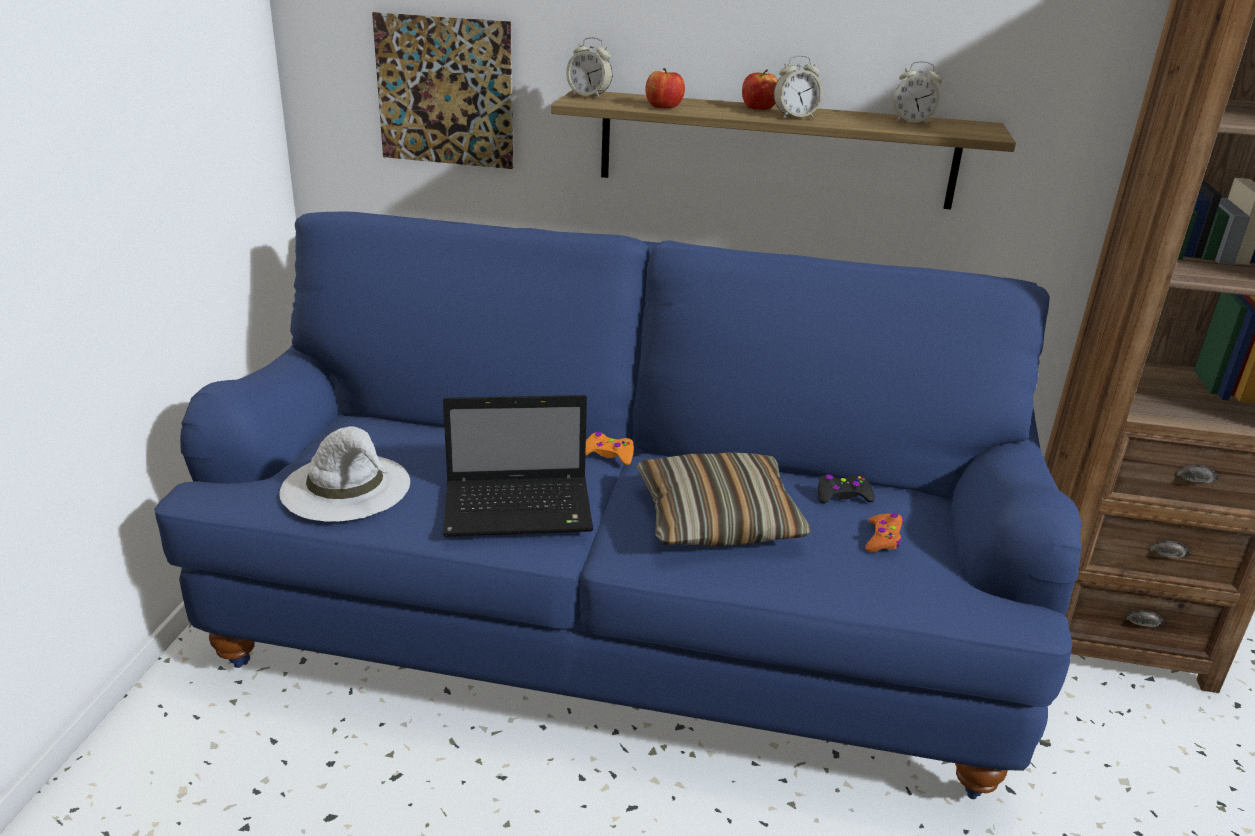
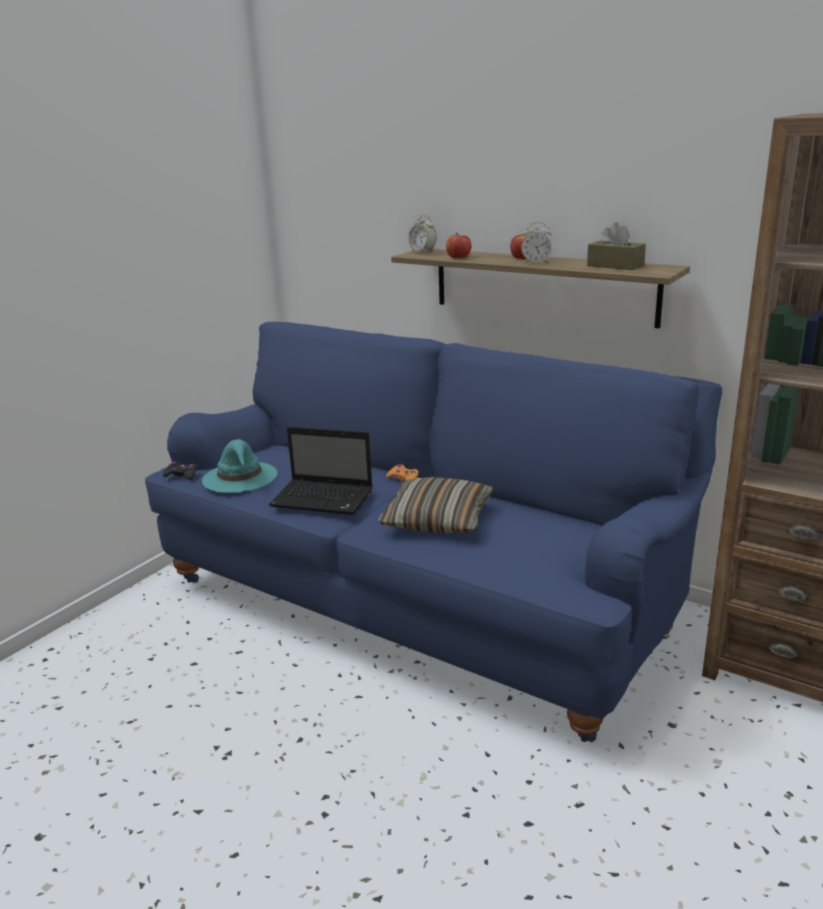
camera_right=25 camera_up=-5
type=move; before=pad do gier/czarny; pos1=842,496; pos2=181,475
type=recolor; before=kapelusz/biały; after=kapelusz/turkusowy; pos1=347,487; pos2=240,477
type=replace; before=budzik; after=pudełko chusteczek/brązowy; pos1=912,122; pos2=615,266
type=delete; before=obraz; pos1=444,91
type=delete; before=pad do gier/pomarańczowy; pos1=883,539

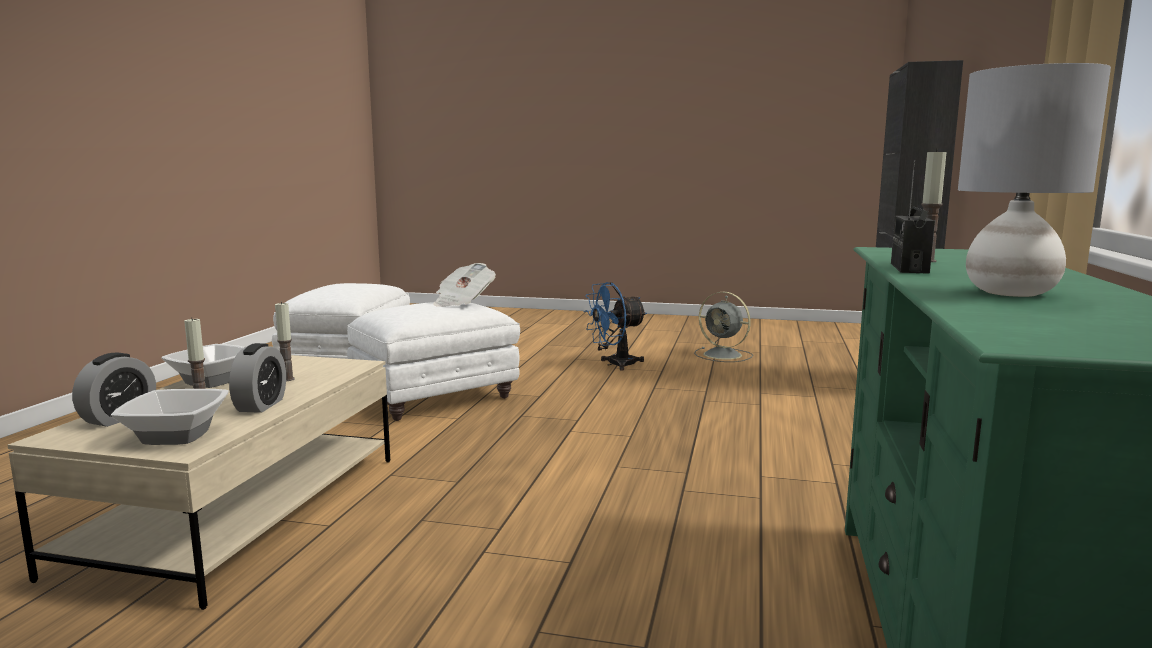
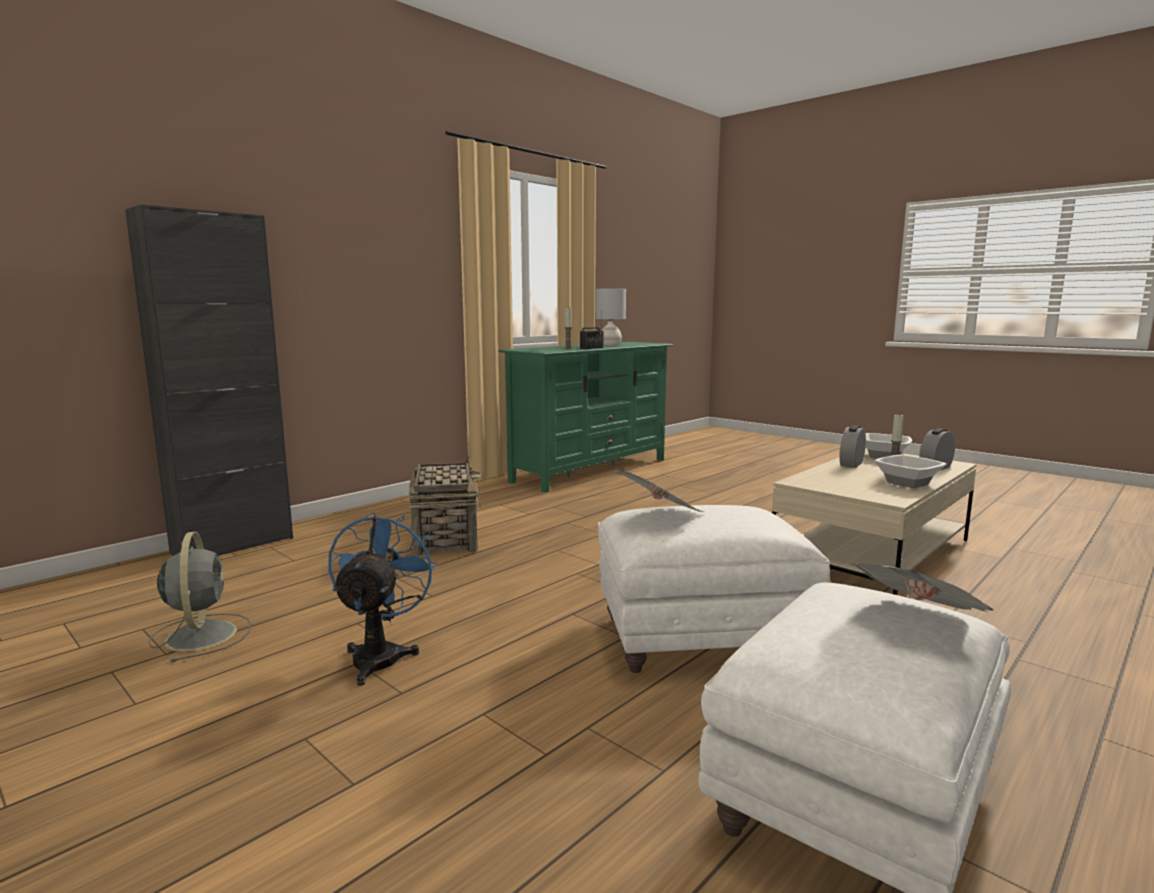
camera_right=-150 camera_up=0
type=rotate; before=wentylator/niebieski; pos1=615,364; pos2=381,655; turn=-90
type=insert; after=koszyk; pos2=446,537
type=insert; after=gazeta; pos2=918,622
type=delete; before=świeca; pos1=287,379

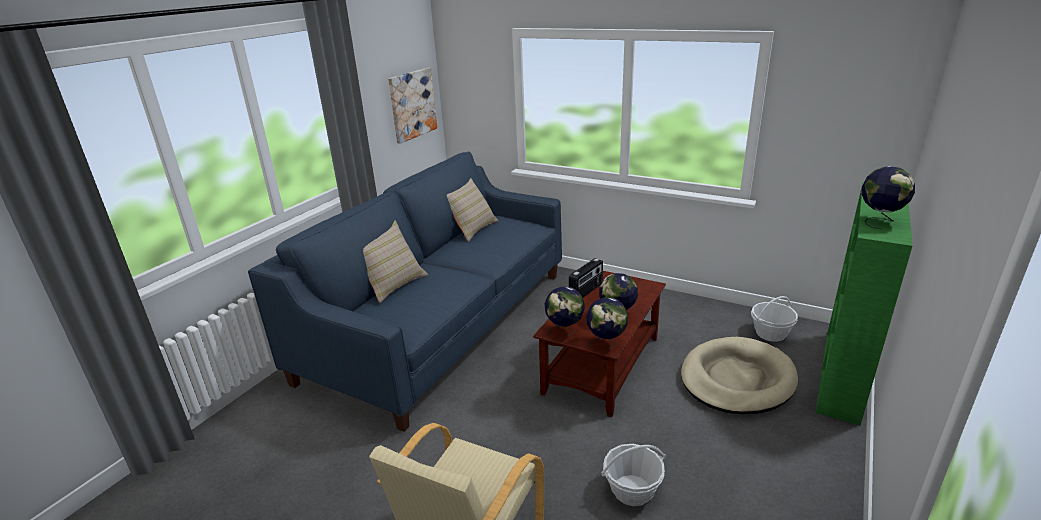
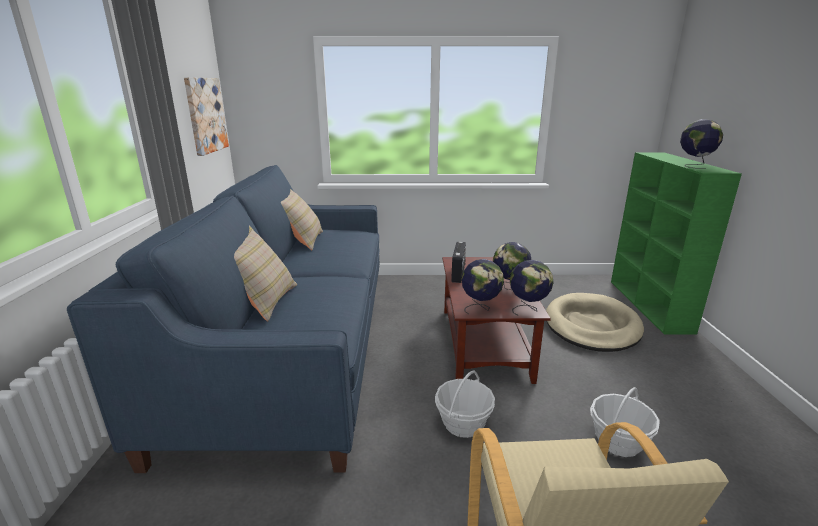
camera_right=-30 camera_up=-5
type=move; before=koszyk; pos1=770,333; pos2=463,423

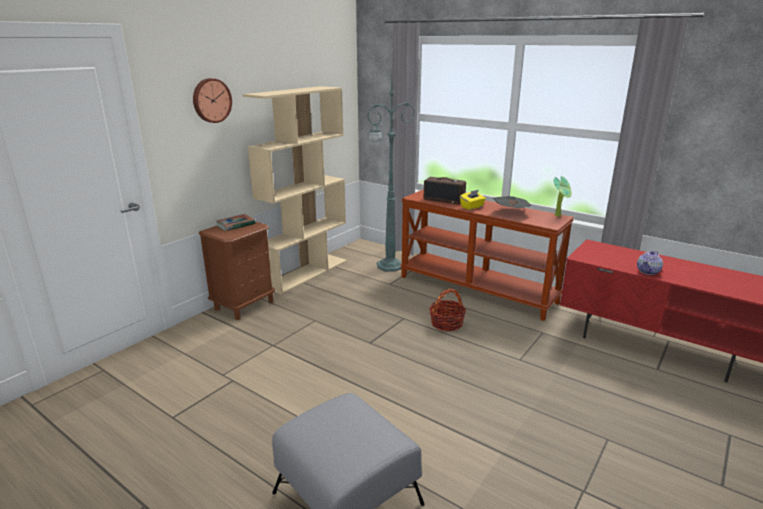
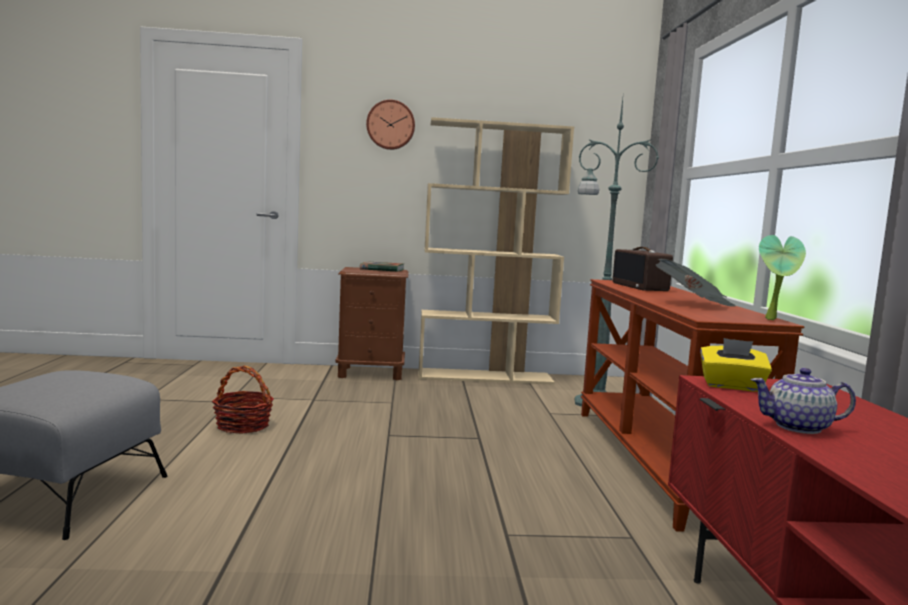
camera_right=50 camera_up=-15
type=move; before=koszyk; pos1=446,323; pos2=243,426
type=move; before=pudełko chusteczek/żółty; pos1=472,207; pos2=732,386

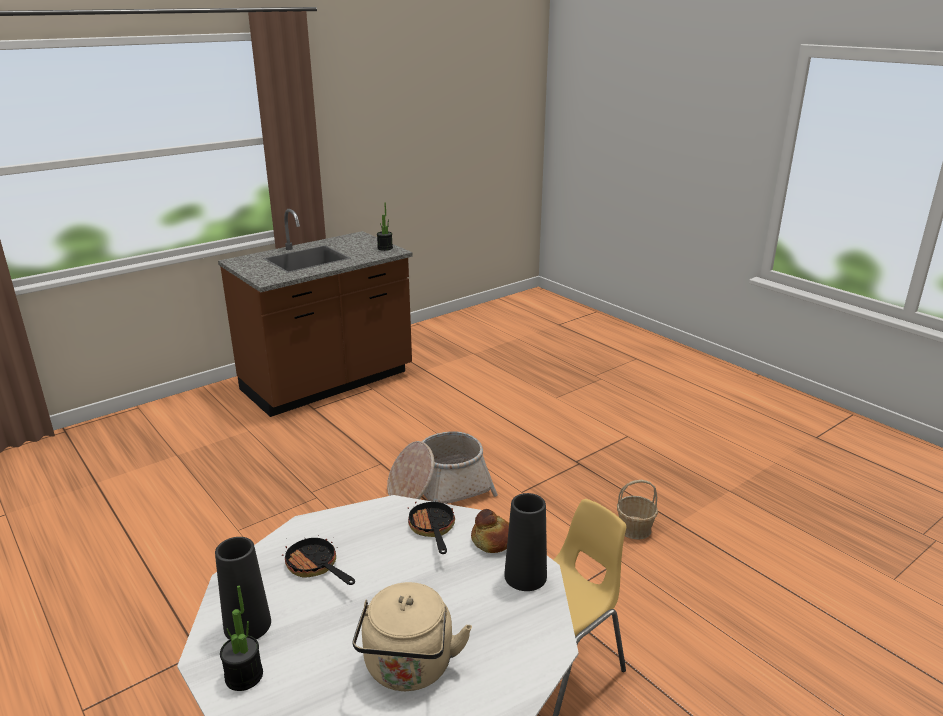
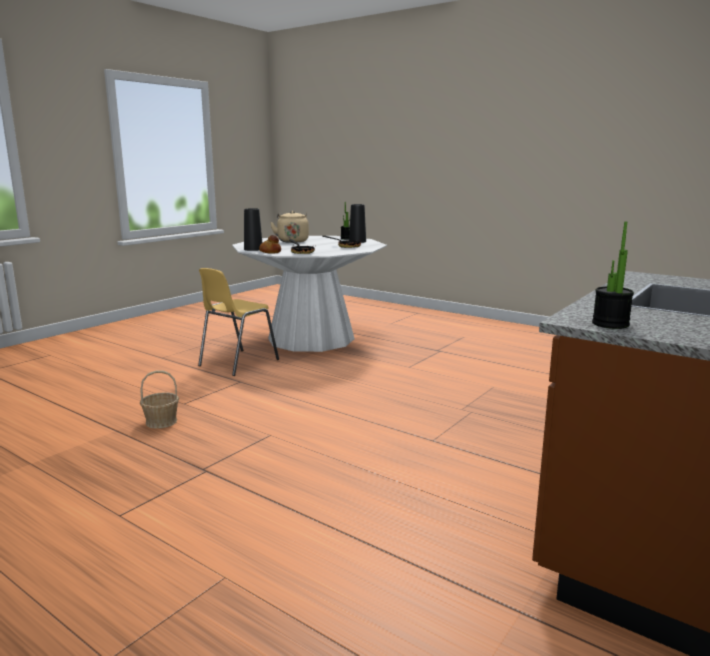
camera_right=165 camera_up=-10
type=delete; before=koszyk; pos1=439,490

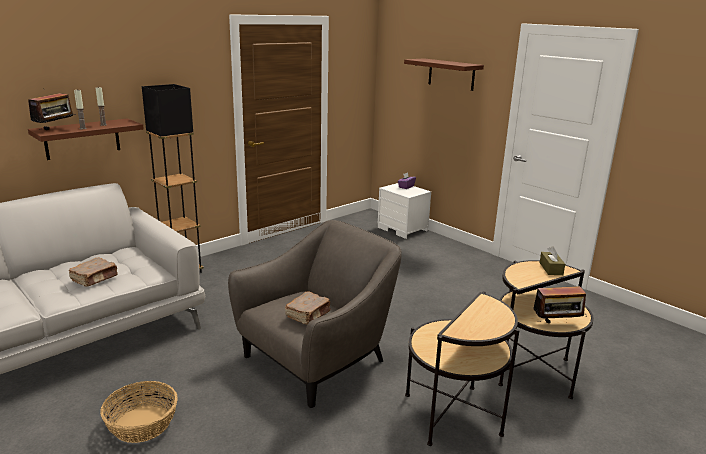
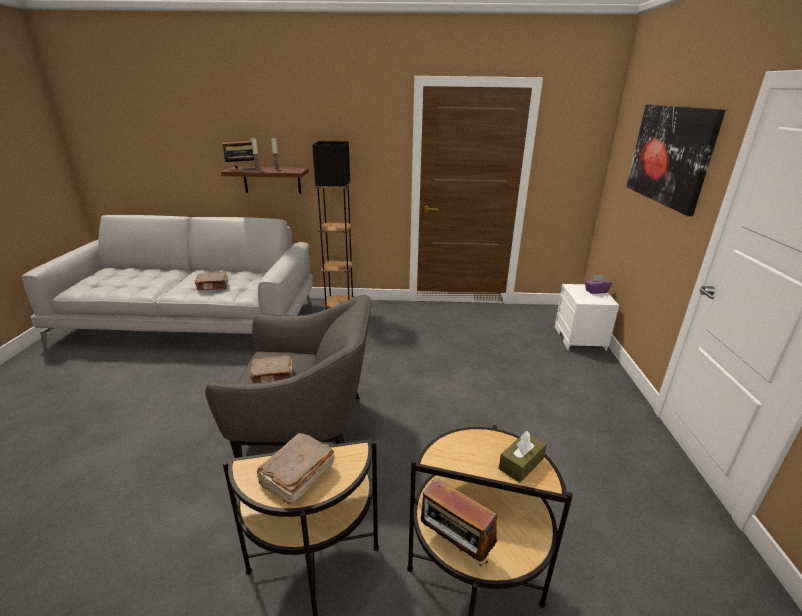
camera_right=45 camera_up=5
type=insert; after=książka/brązowy; pos2=297,476
type=replace; before=półka/brązowy; after=obraz; pos1=451,74; pos2=670,155
type=delete; before=koszyk; pos1=141,424

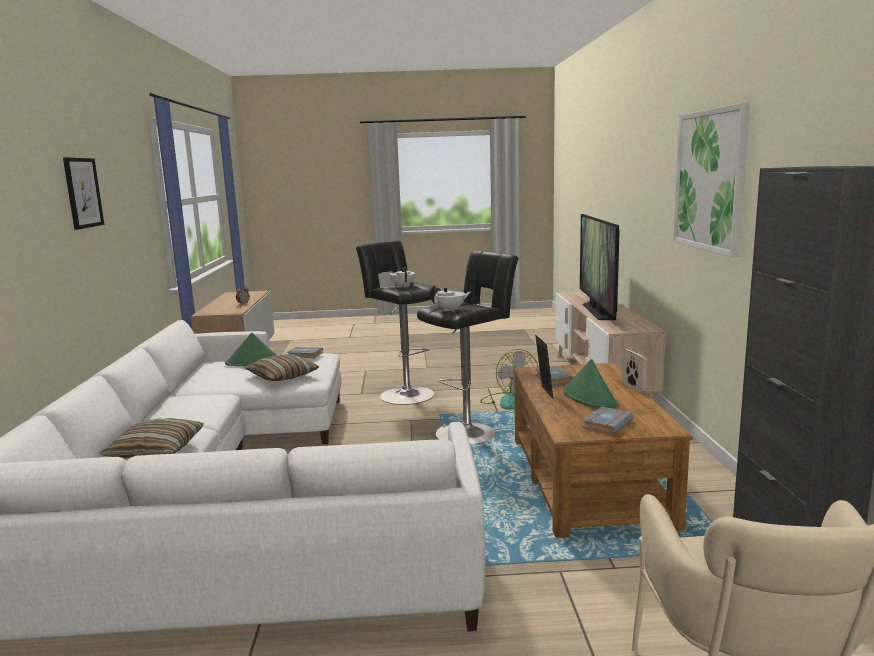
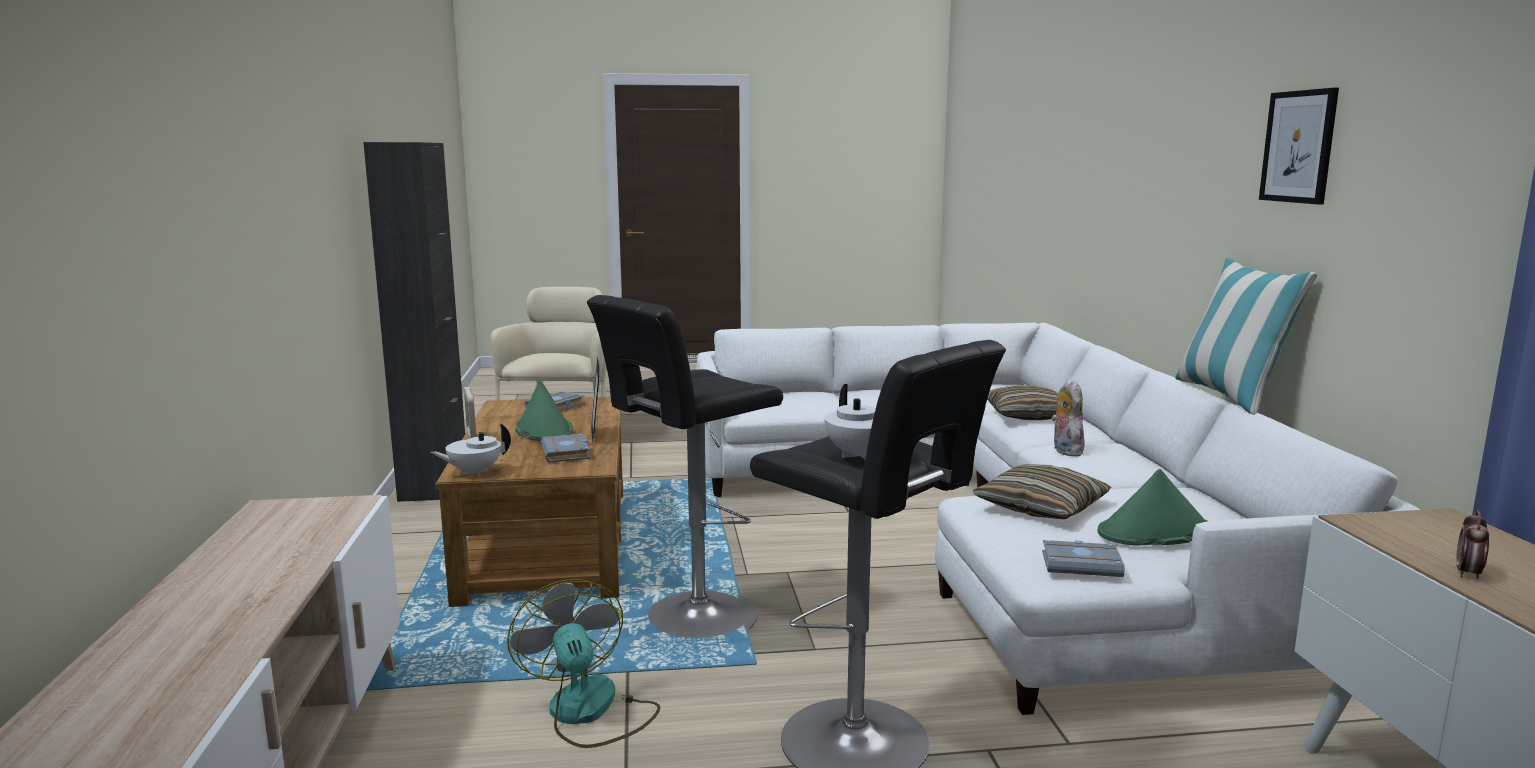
camera_right=175 camera_up=0
type=move; before=imbryk/biały; pos1=451,310; pos2=474,472
type=insert; after=pluszak; pos2=1064,450
type=insert; after=poduszka; pos2=1230,396
type=delete; before=telewizor; pos1=597,311
type=delete; before=obraz; pos1=710,180

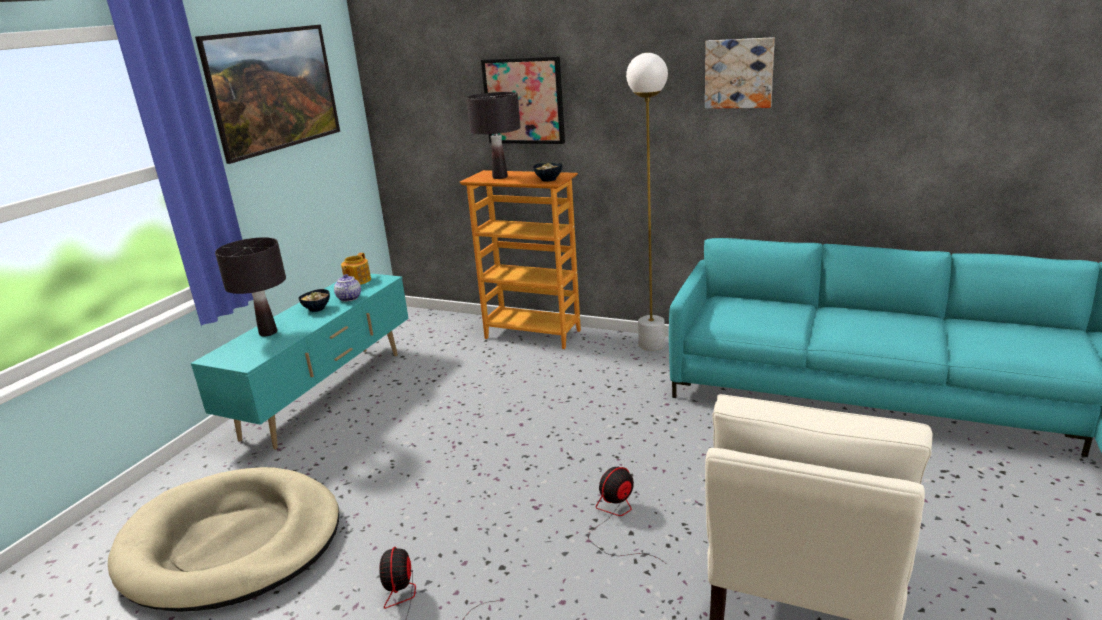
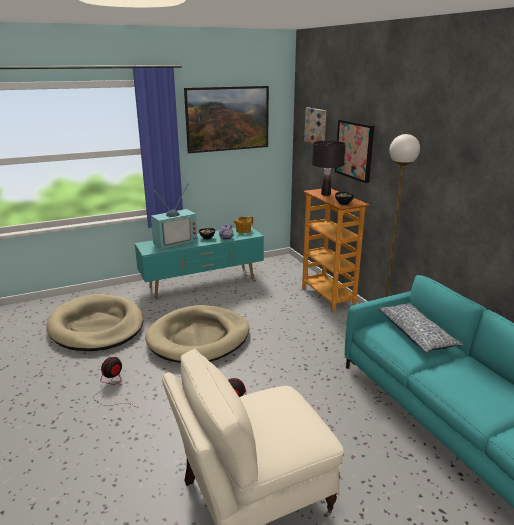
camera_right=40 camera_up=0
type=insert; after=legowisko/beżowy; pos2=199,338
type=replace; before=lampa stołowa/czarny; after=telewizor; pos1=268,333; pos2=175,241
type=move; before=obraz; pos1=739,73; pos2=316,126
type=insert; after=poduszka; pos2=416,334

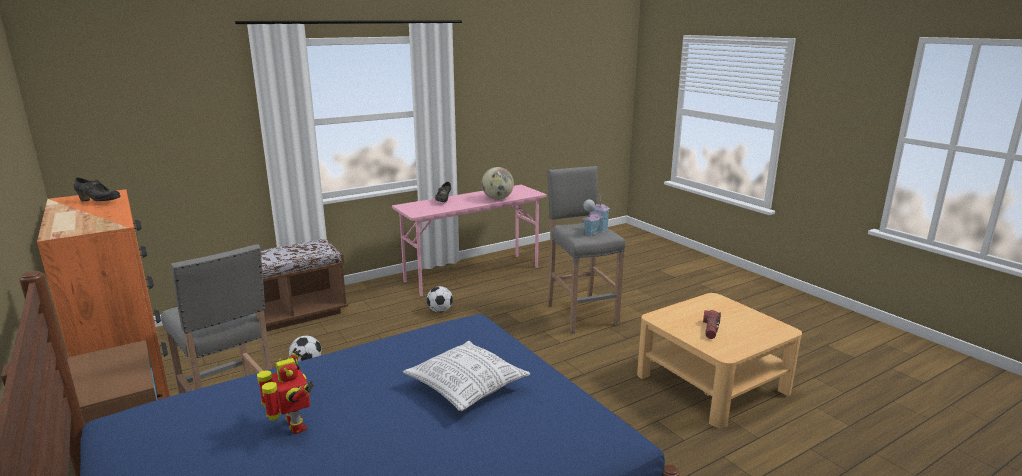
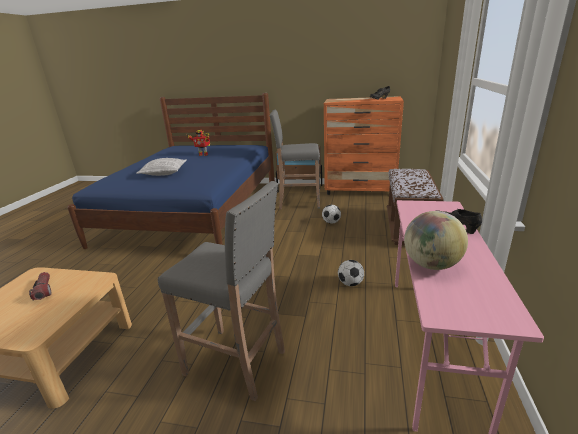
camera_right=135 camera_up=5
type=delete; before=domek; pos1=594,231

